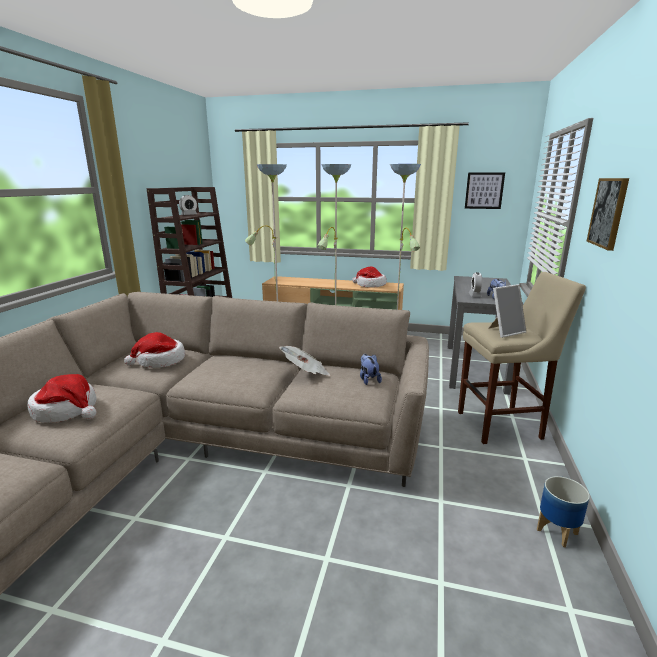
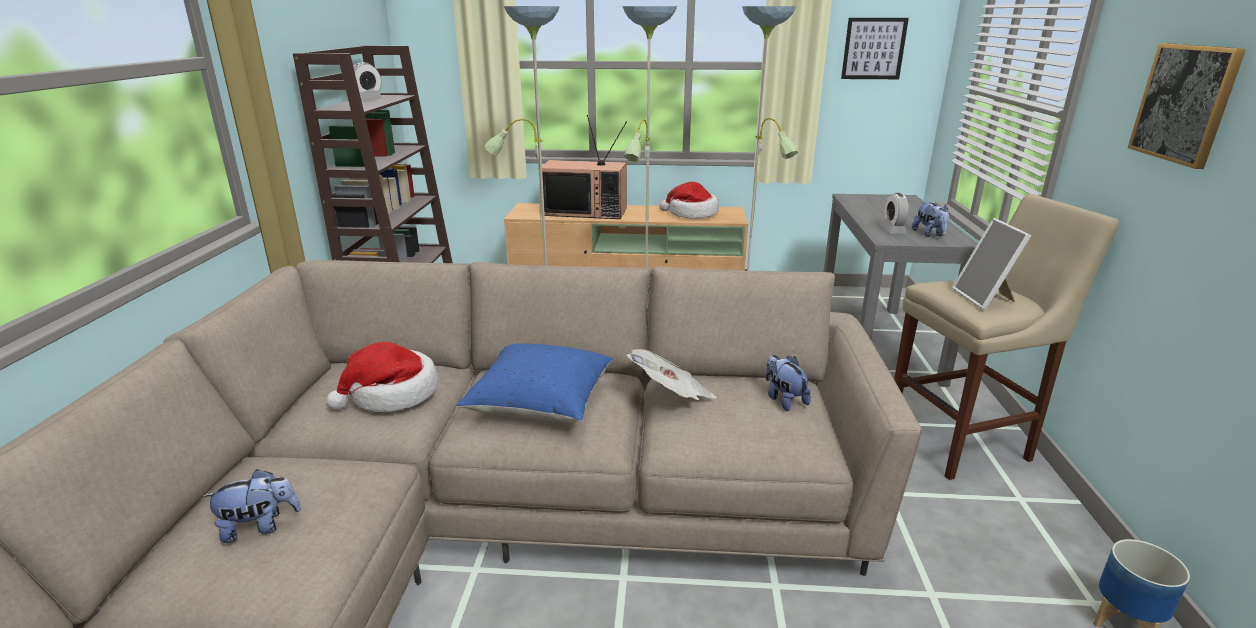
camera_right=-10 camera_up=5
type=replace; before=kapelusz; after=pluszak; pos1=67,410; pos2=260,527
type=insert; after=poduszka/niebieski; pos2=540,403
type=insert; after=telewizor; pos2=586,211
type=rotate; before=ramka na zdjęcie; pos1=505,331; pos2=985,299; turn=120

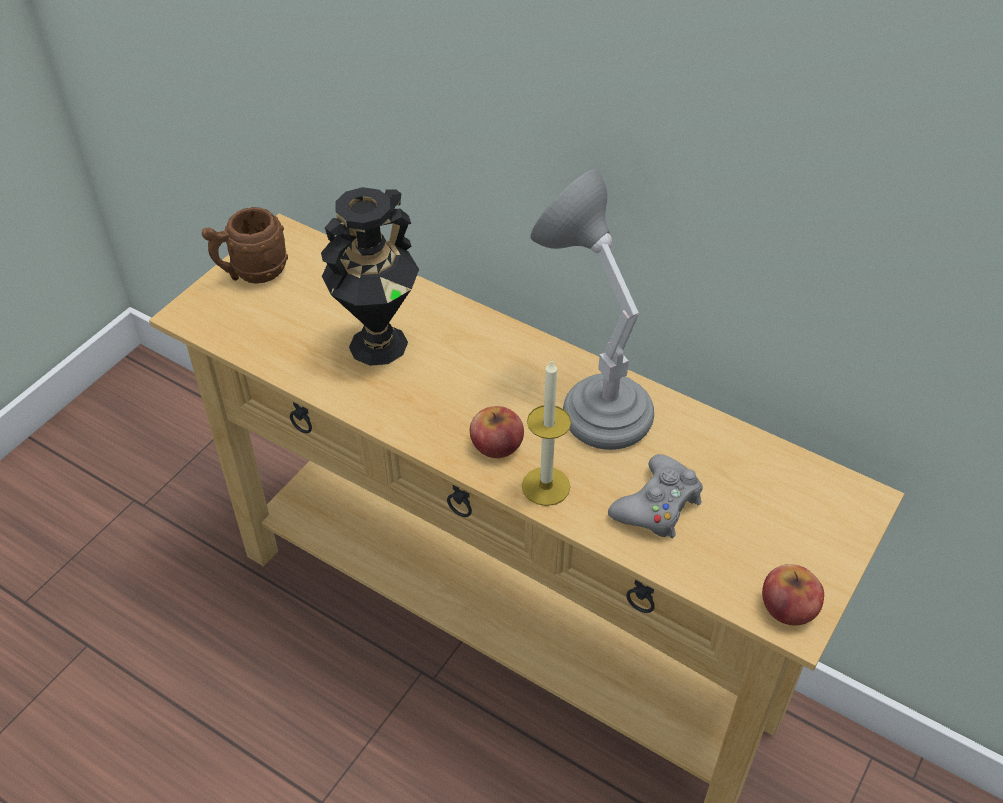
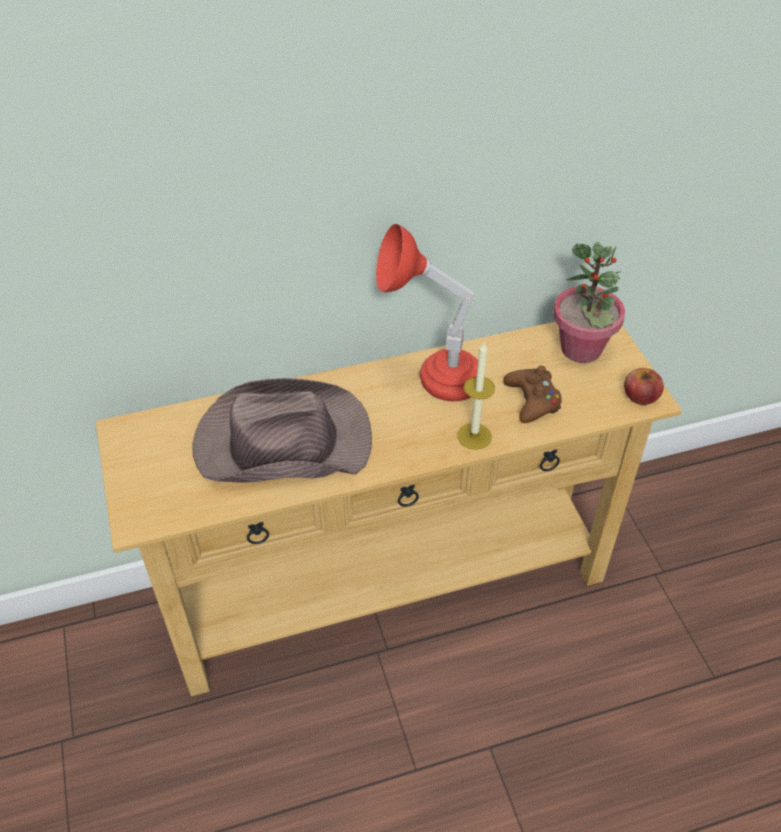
camera_right=-50 camera_up=0
type=replace; before=wazon/czarny; after=kapelusz/brązowy; pos1=378,343; pos2=281,441
type=recolor; before=lampa stołowa/szary; after=lampa stołowa/czerwony; pos1=591,400; pos2=432,378
type=recolor; before=pad do gier/szary; after=pad do gier/brązowy; pos1=658,505; pos2=532,400
type=insert; after=roślina doniczkowa; pos2=581,349
type=delete; before=kubek/brązowy; pos1=251,273
type=delete; before=jabłko; pos1=496,444

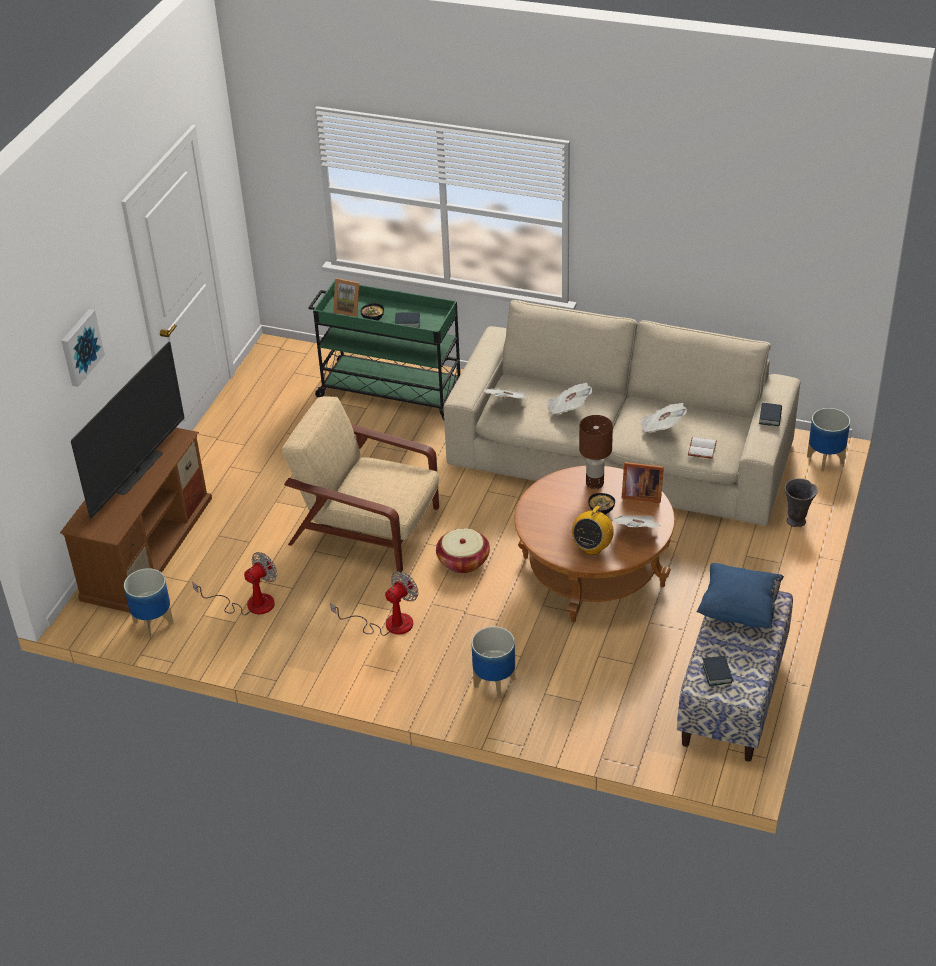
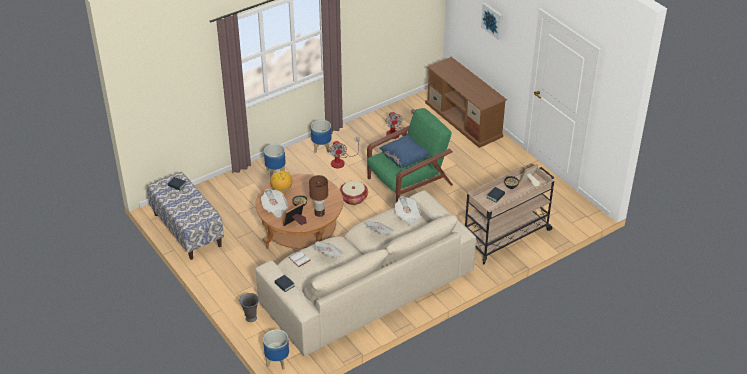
camera_right=125 camera_up=0
type=move; before=donica; pos1=153,623; pos2=321,147
type=recolor; before=fotel/beżowy; after=fotel/zielony; pos1=367,527; pos2=408,182
type=move; before=poduszka/niebieski; pos1=738,610; pos2=404,159
type=recolor; before=wózek/zielony; after=wózek/beżowy; pos1=390,391; pos2=506,236
type=delete; before=telewizor; pos1=138,472

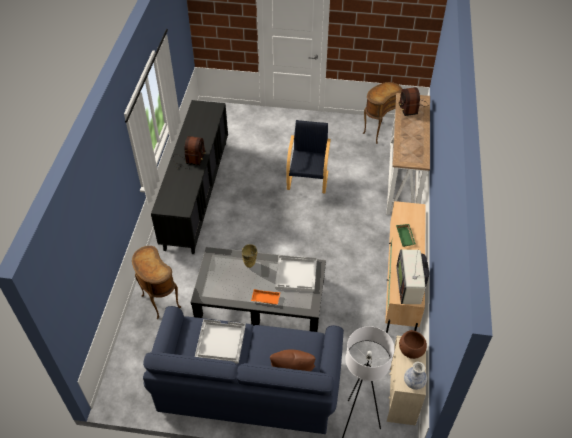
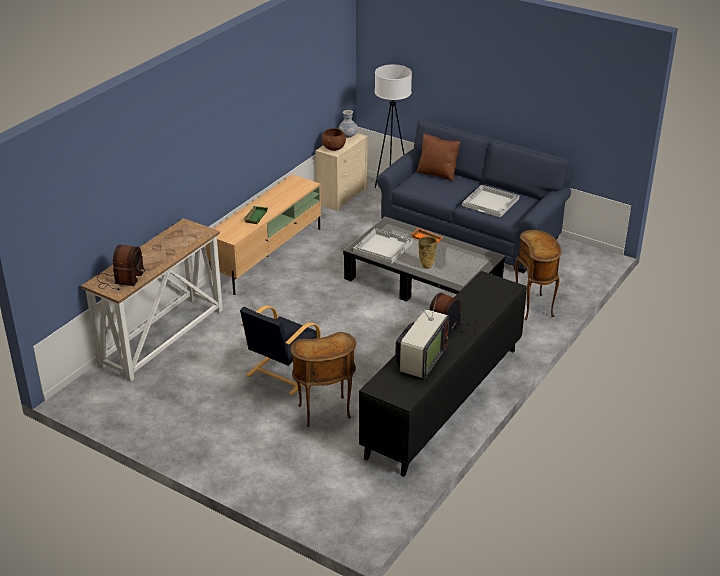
camera_right=-155 camera_up=-15
type=move; before=stolik/brązowy; pos1=378,132; pos2=325,413
type=move; before=telewizor; pos1=410,285; pos2=420,361

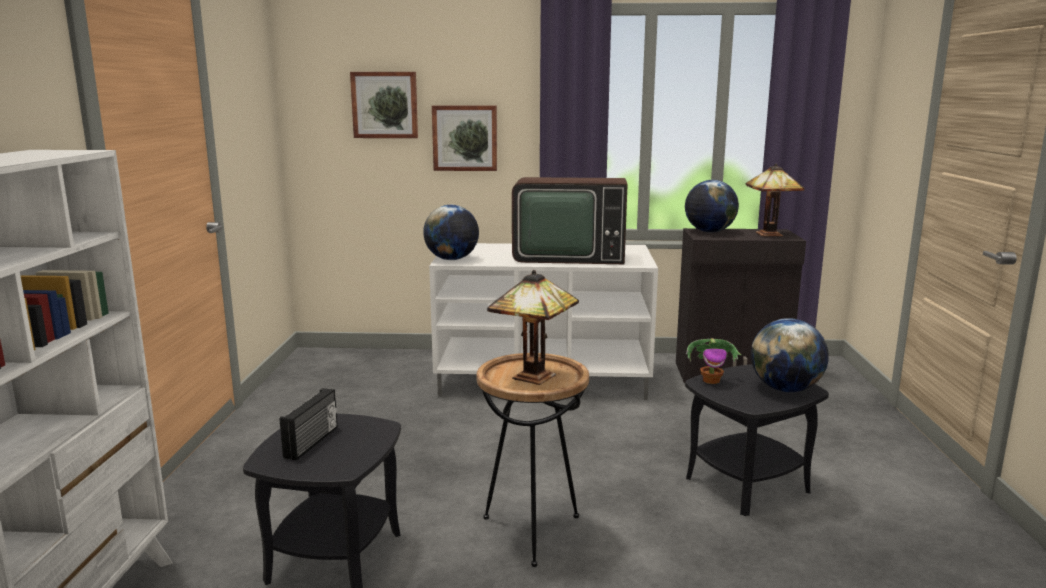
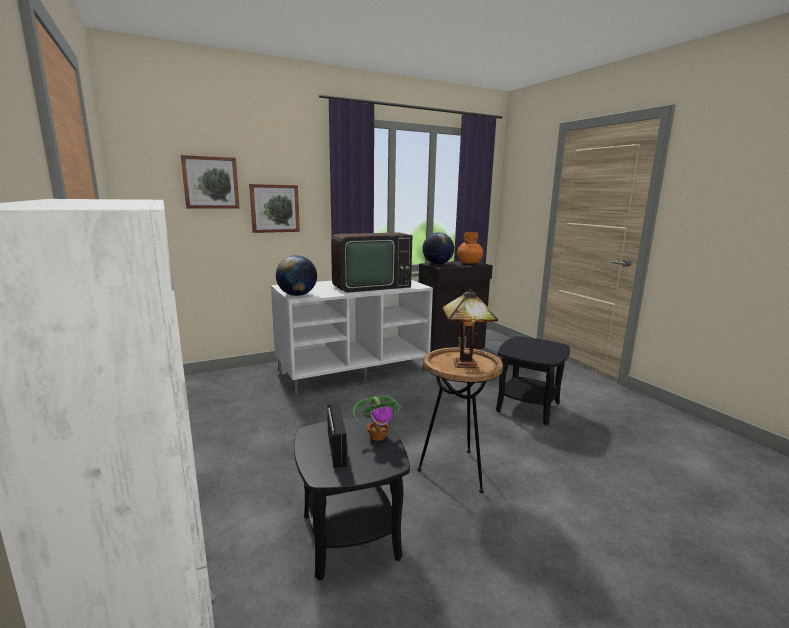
camera_right=-30 camera_up=0
type=move; before=roślina doniczkowa; pos1=711,380; pos2=378,436
type=replace; before=lampa stołowa; after=wazon/pomarańczowy; pos1=770,234; pos2=469,263
type=delete; before=globus; pos1=786,389

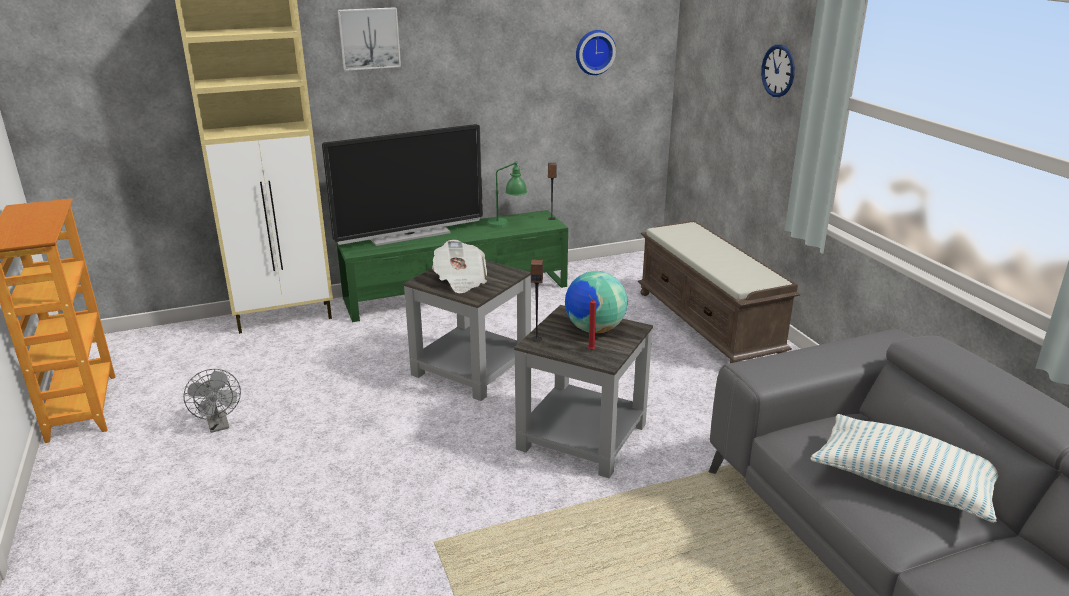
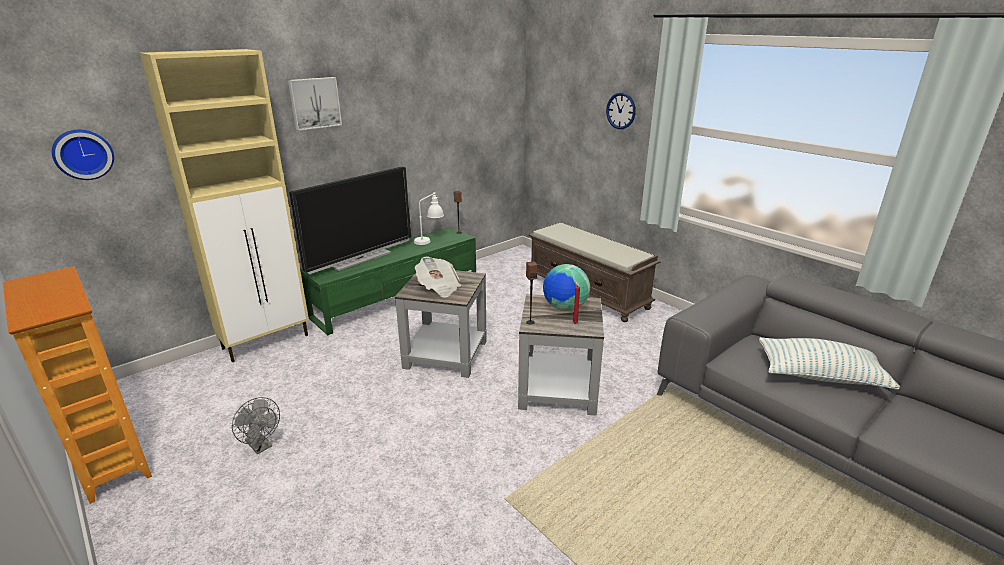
camera_right=-20 camera_up=0
type=move; before=zegar ścienny; pos1=594,52; pos2=83,154
type=recolor; before=lampa stołowa/zielony; after=lampa stołowa/biały; pos1=507,224; pos2=429,241

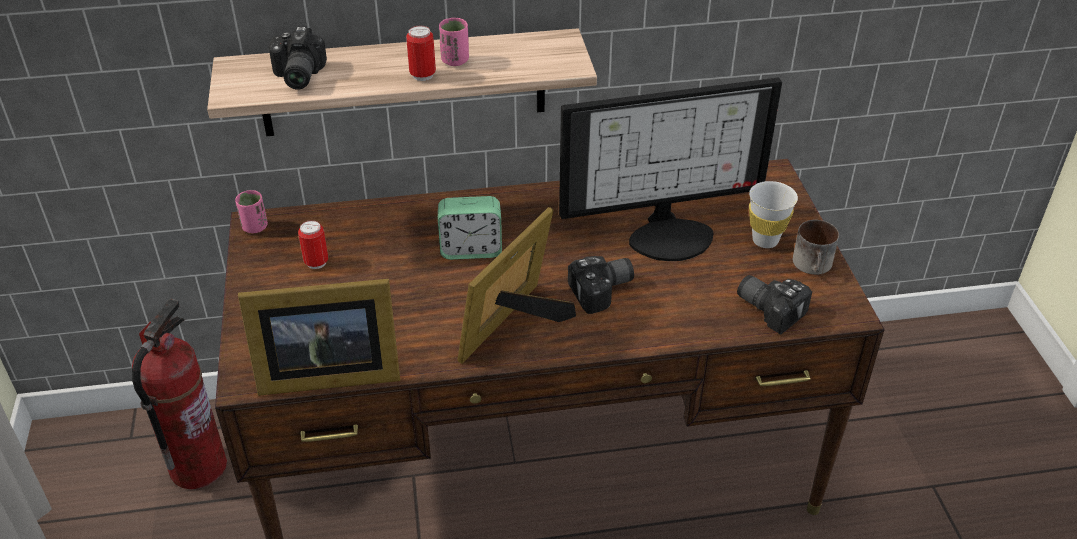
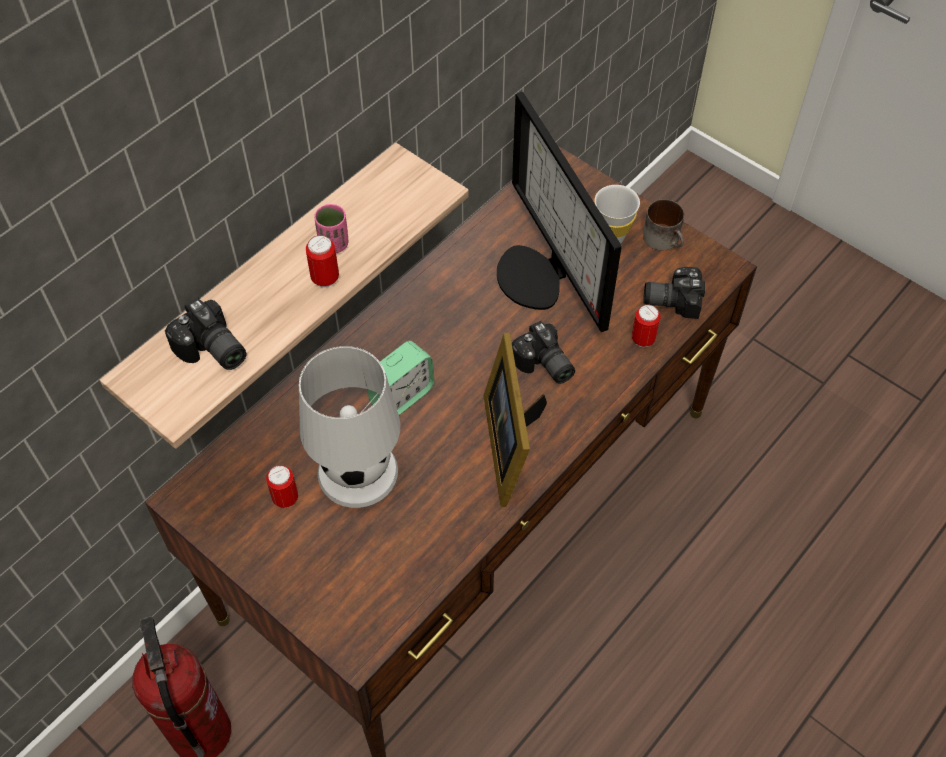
camera_right=-40 camera_up=15
type=insert; after=lampa stołowa/biały; pos2=356,472
type=rotate; before=monitor; pos1=670,233; pos2=538,276; turn=120
type=rotate; before=aparat fotograficzny; pos1=603,292; pos2=543,366; turn=120
type=insert; after=puszka; pos2=643,339
type=delete; before=filiżanka/różowy; pos1=255,227
type=delete; before=ramka na zdjęcie; pos1=324,374

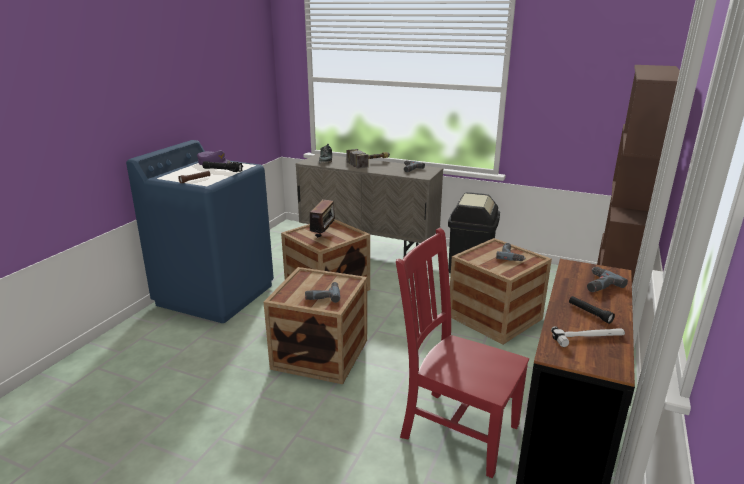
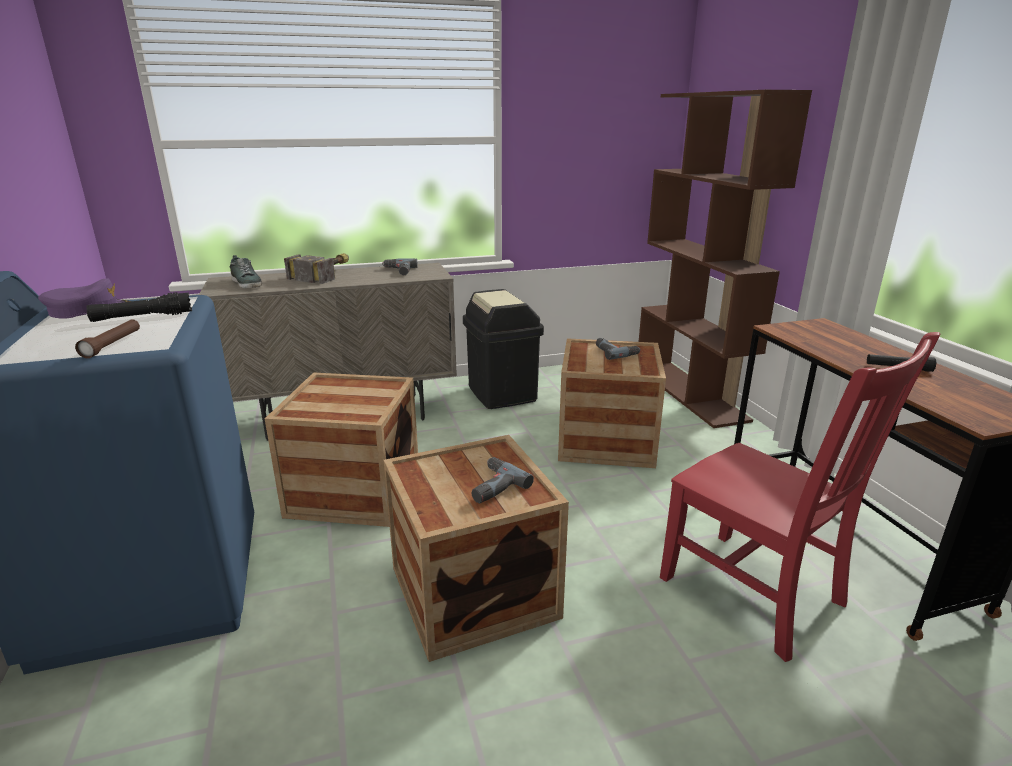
camera_right=-40 camera_up=0
type=rotate; before=krzesło/czerwony; pos1=456,429; pos2=756,594; turn=-120
type=delete; before=radio; pos1=323,235
type=delete; before=młotek; pos1=588,338
type=delete; before=wiertarka; pos1=597,284

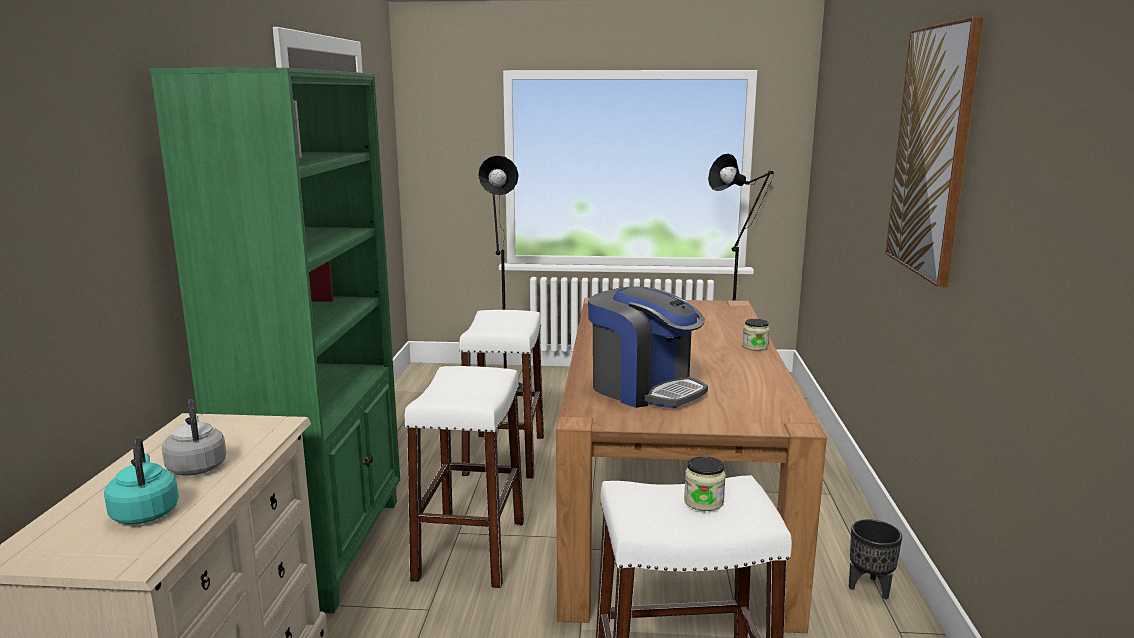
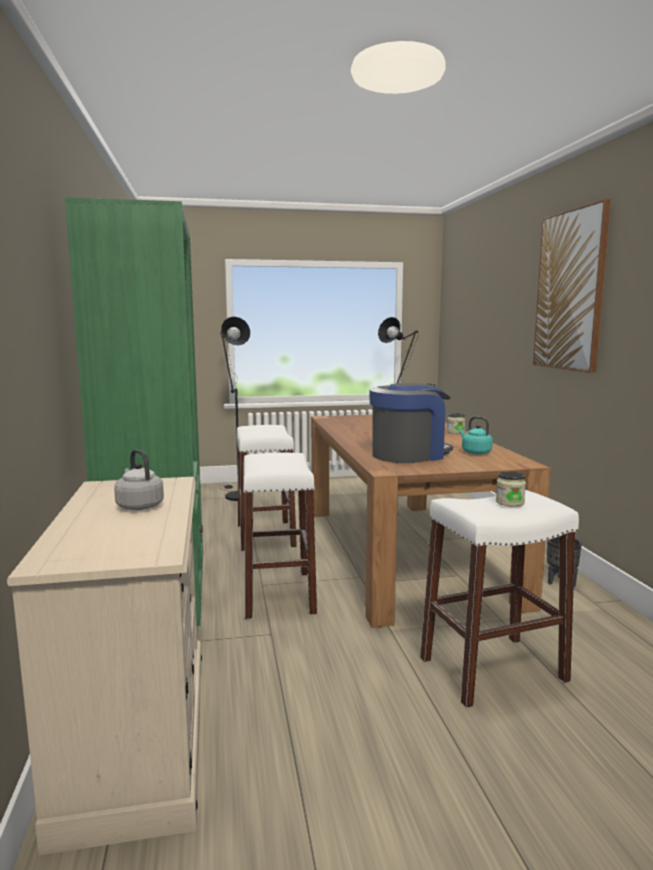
camera_right=-15 camera_up=-5
type=rotate; before=ekspres do kawy; pos1=644,389; pos2=409,455; turn=-60
type=move; before=czajnik/turkusowy; pos1=145,512; pos2=475,452

